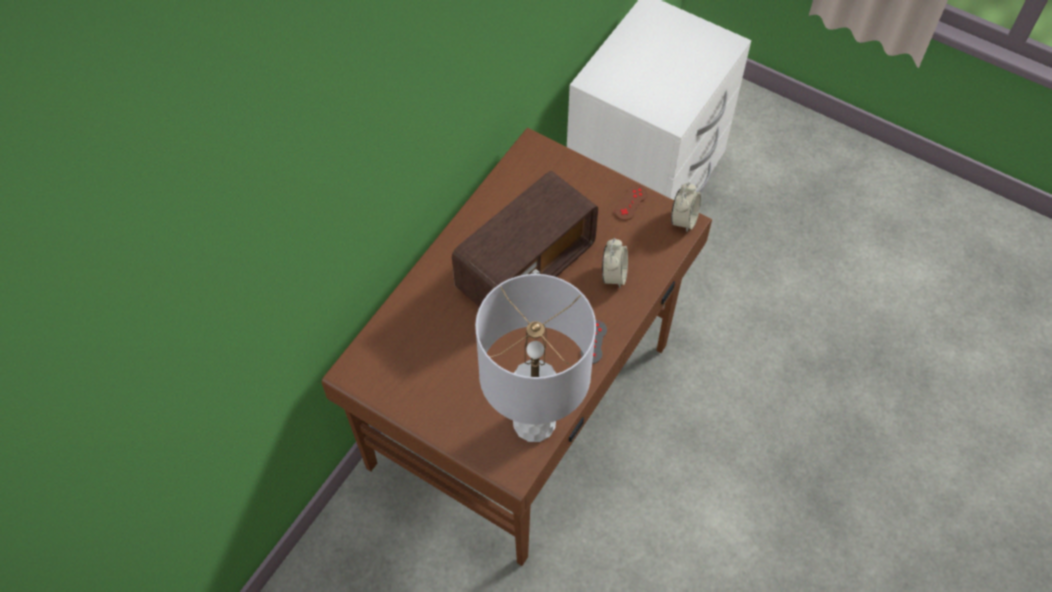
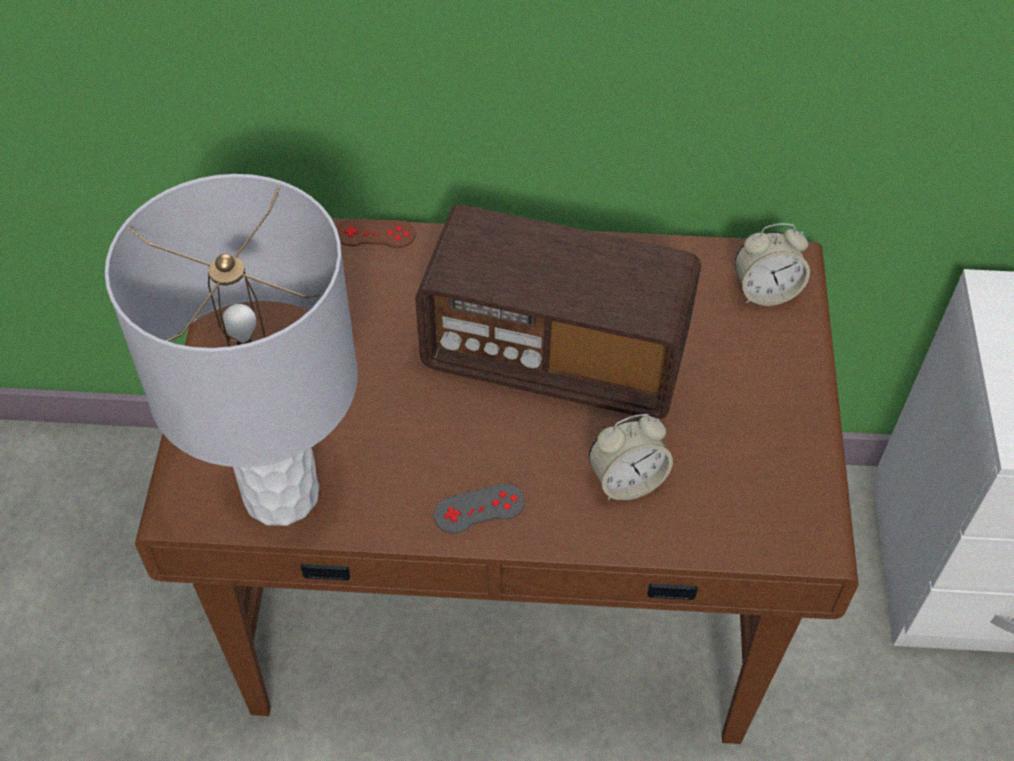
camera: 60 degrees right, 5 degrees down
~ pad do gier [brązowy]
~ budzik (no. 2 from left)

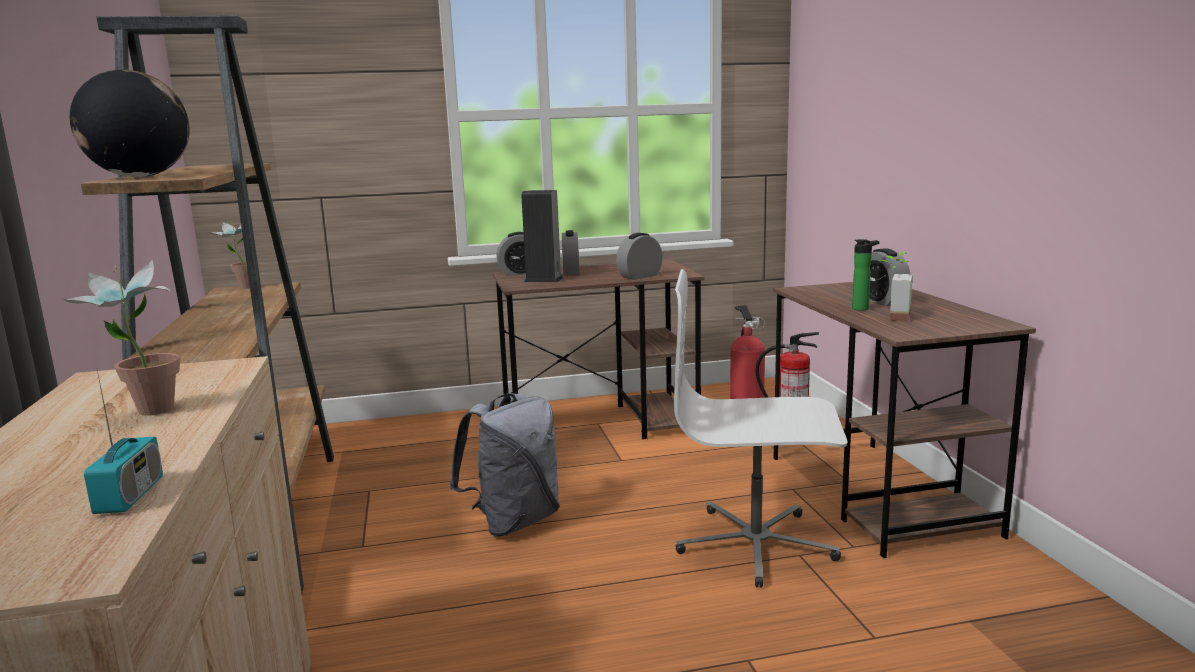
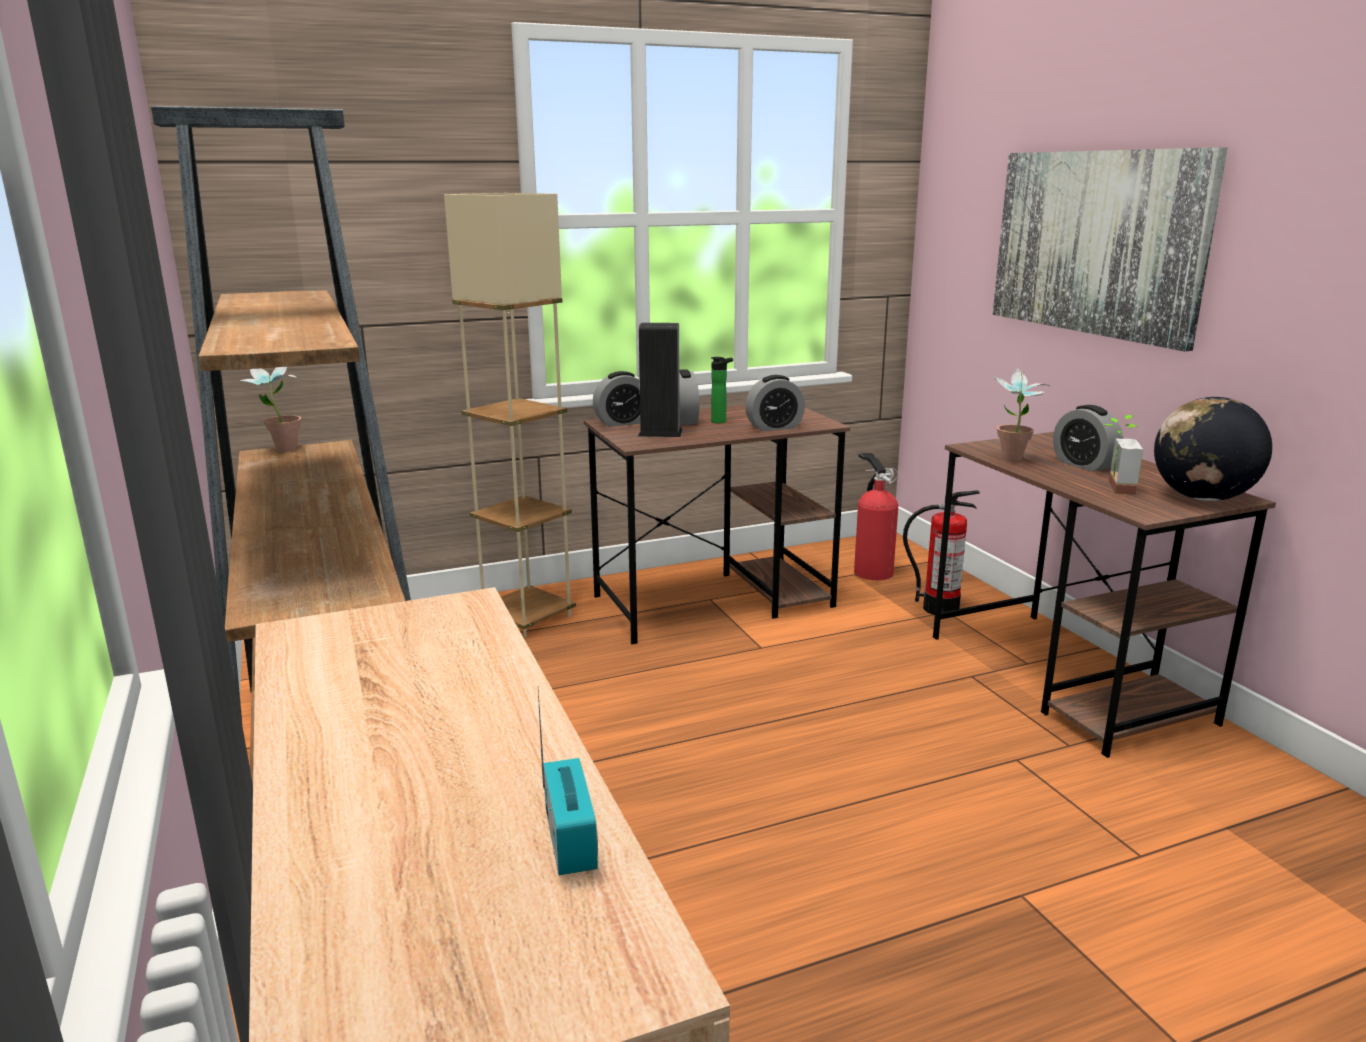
camera: 10 degrees left, 5 degrees up
+ lampa stojąca [beżowy]
~ butelka
~ budzik (no. 3 from left) 150 degrees counterclockwise
+ obraz
~ roślina doniczkowa (no. 1 from left in the first image) to roślina doniczkowa (no. 2 from left)
~ globus
- plecak [szary]
- krzesło biurowe [biały]

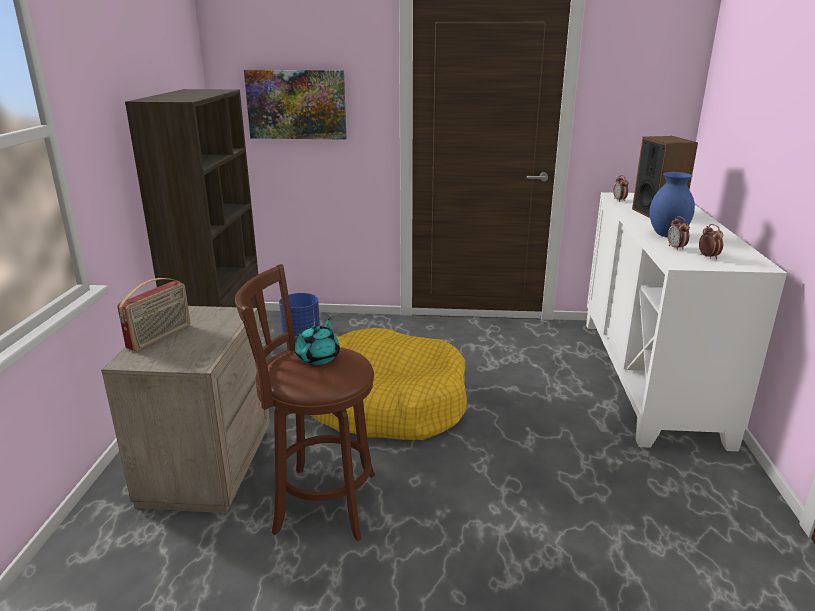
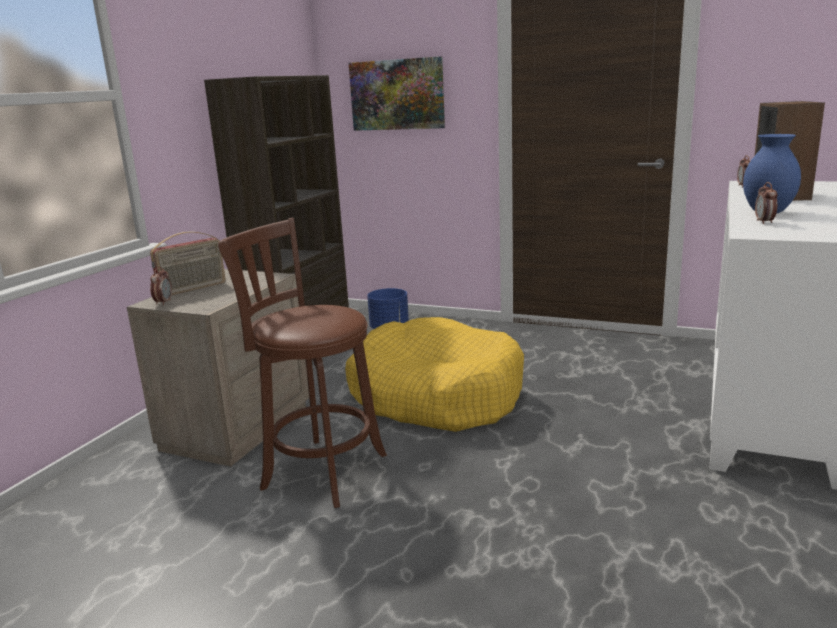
camera: 20 degrees right, 5 degrees down
~ budzik (no. 3 from left in the first image) to budzik (no. 1 from left)
- imbryk [turkusowy]

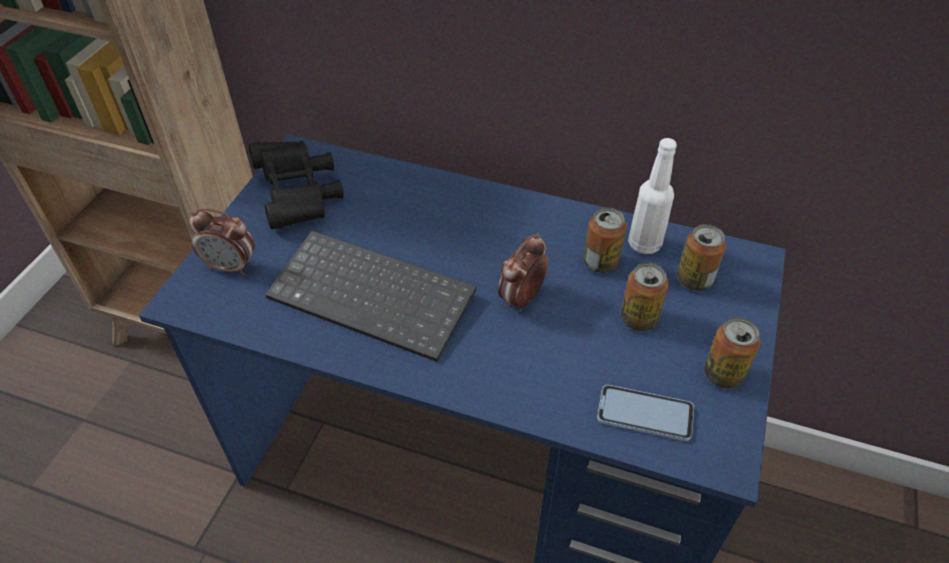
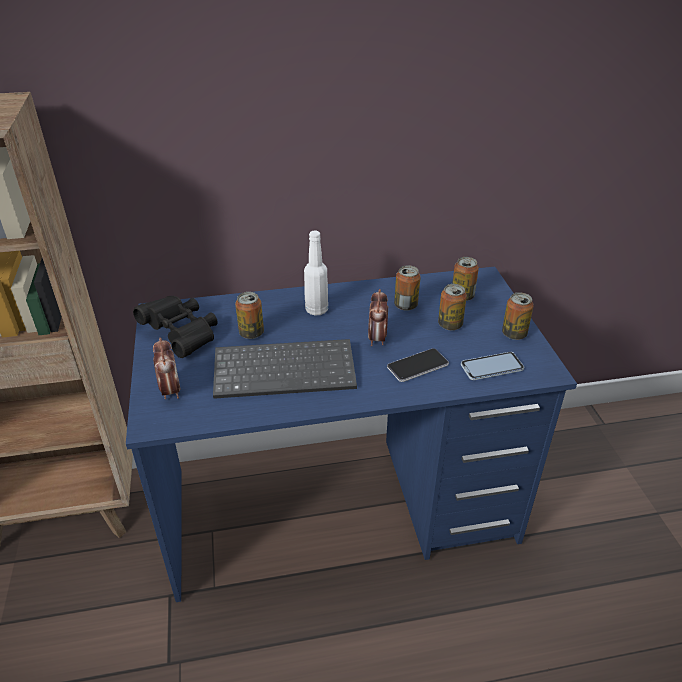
camera: 30 degrees left, 10 degrees down
~ budzik (no. 1 from left) 90 degrees counterclockwise
+ puszka (no. 1 from left)
~ butelka [biały]
+ telefon (no. 1 from left)

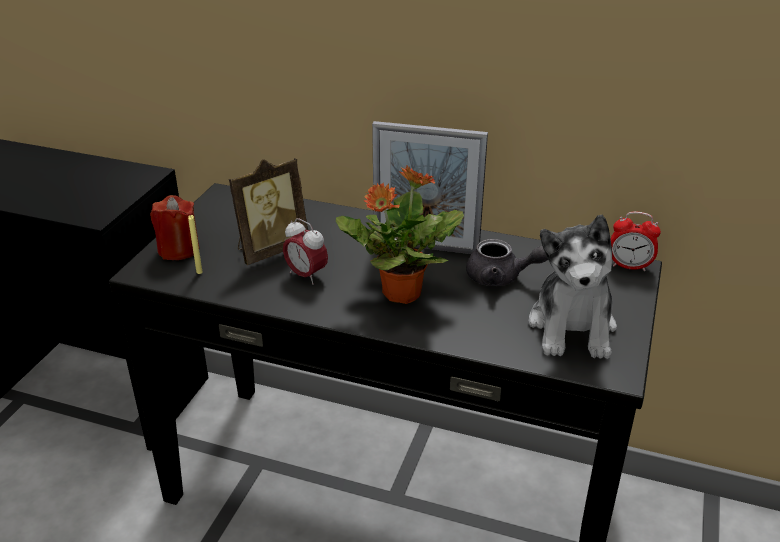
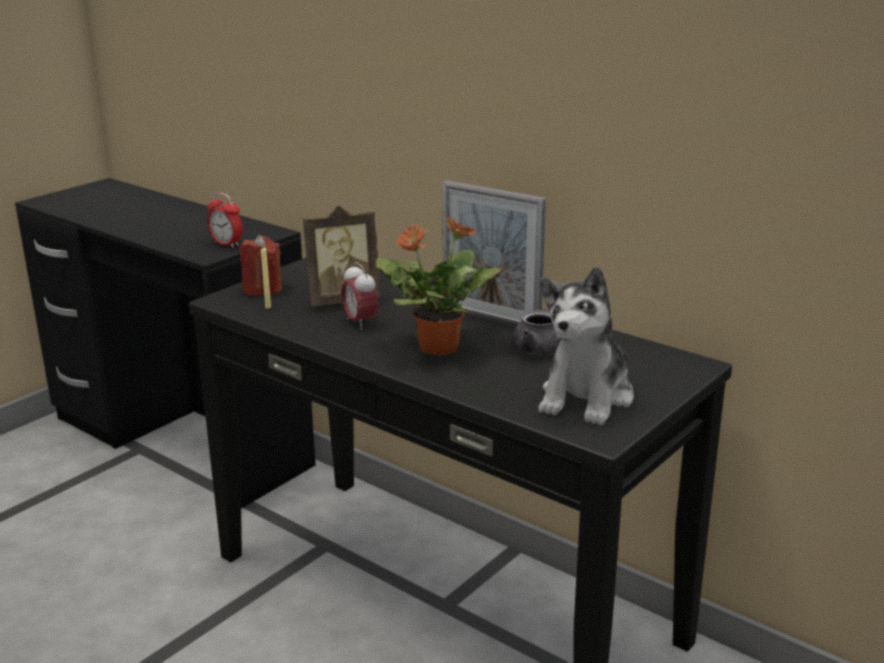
camera: 20 degrees right, 10 degrees down
~ budzik (no. 2 from left in the first image) to budzik (no. 1 from left)

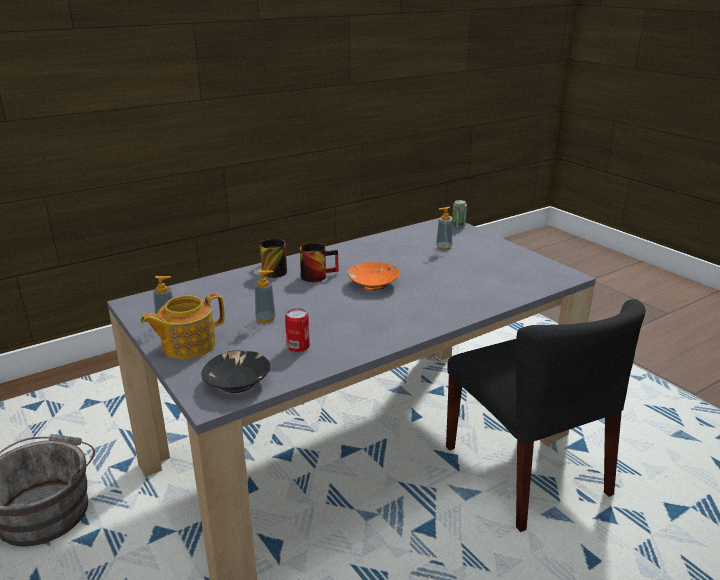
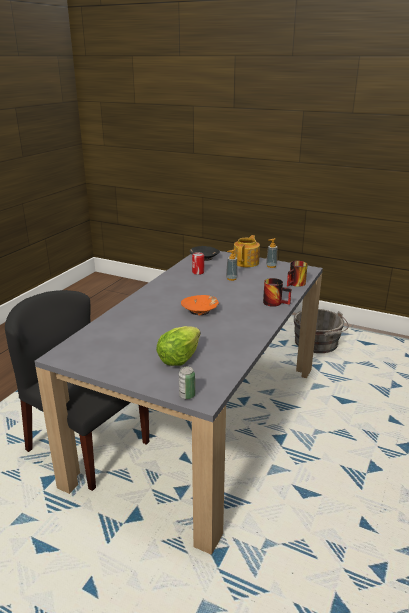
camera: 150 degrees right, 0 degrees up
~ dozownik mydła (no. 3 from left) to sałata
~ kubek (no. 2 from left)

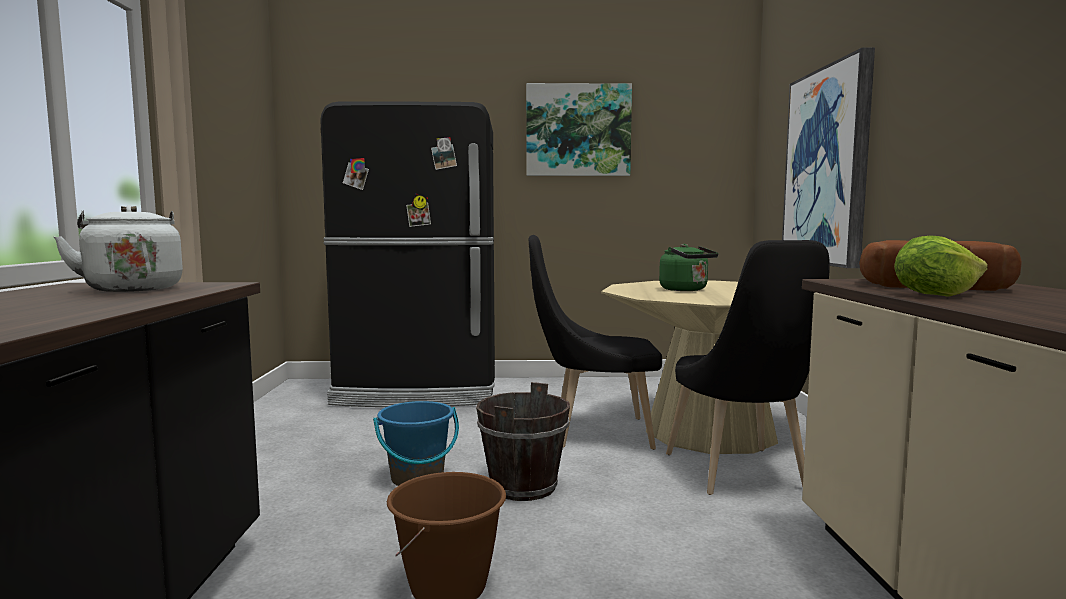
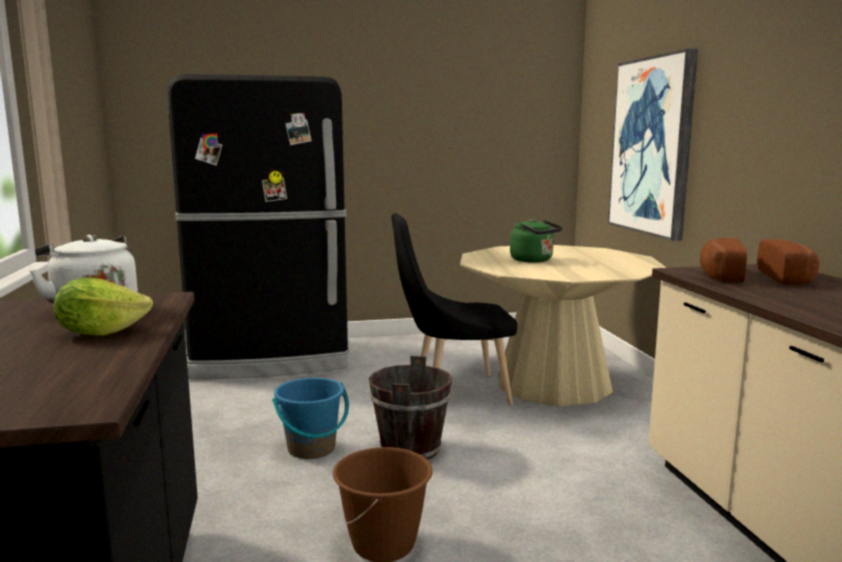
camera: 10 degrees left, 5 degrees up
~ sałata
- obraz (no. 1 from left)
- krzesło [czarny] (no. 2 from left)

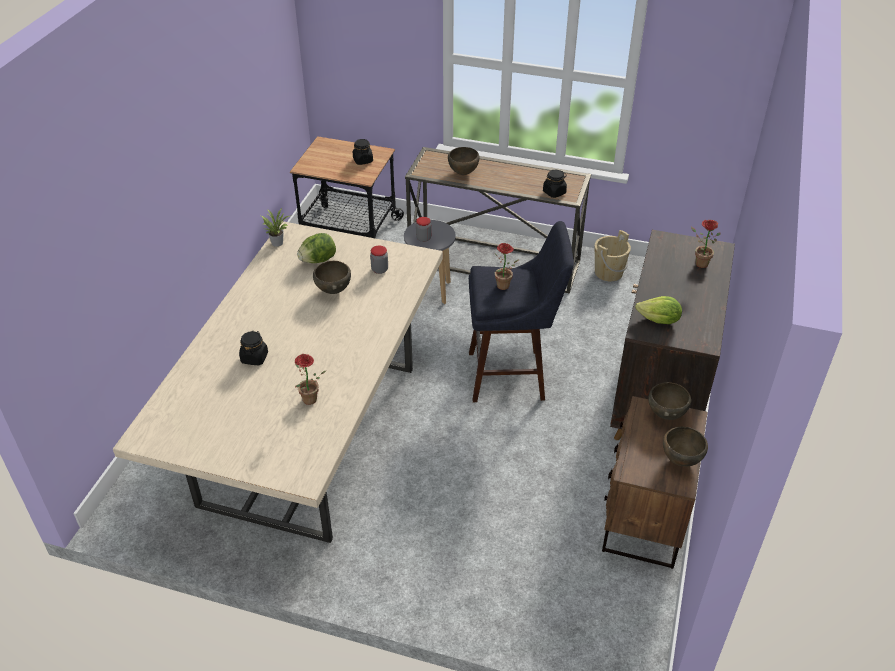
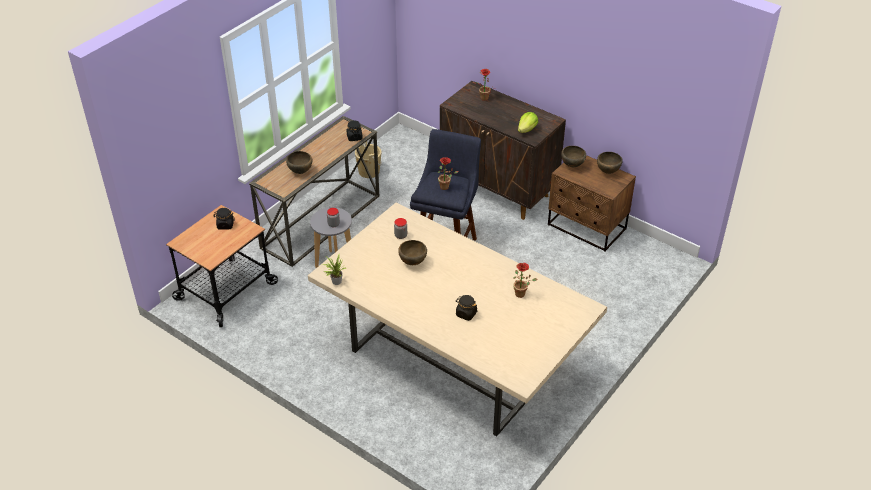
camera: 70 degrees left, 0 degrees up
- sałata (no. 1 from left)

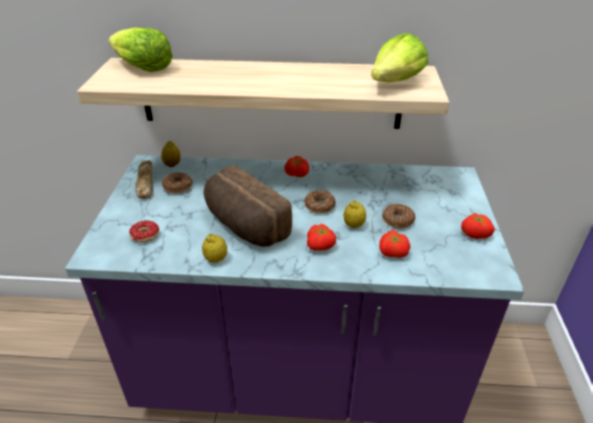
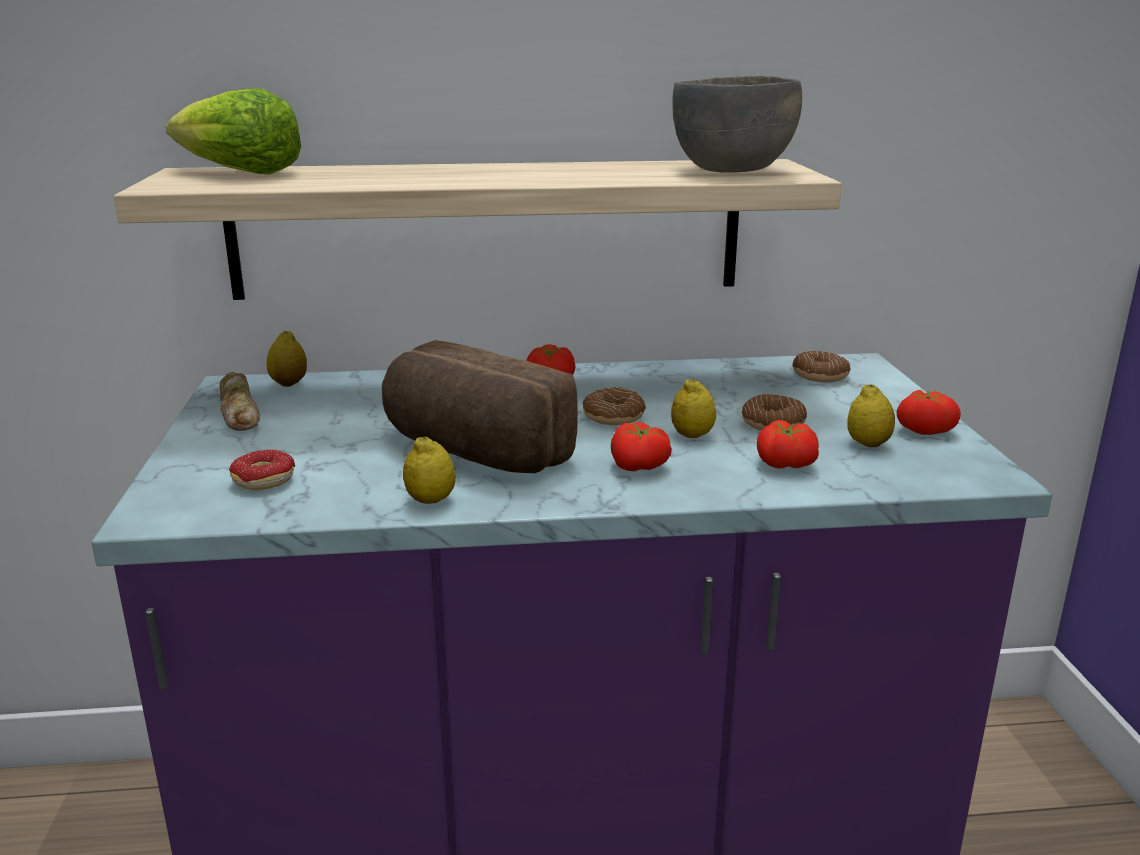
camera: 10 degrees left, 15 degrees down
~ sałata (no. 2 from left) to miska [szary]
~ donut (no. 2 from left in the first image) to donut (no. 4 from left)
+ cytryna (no. 4 from left)

